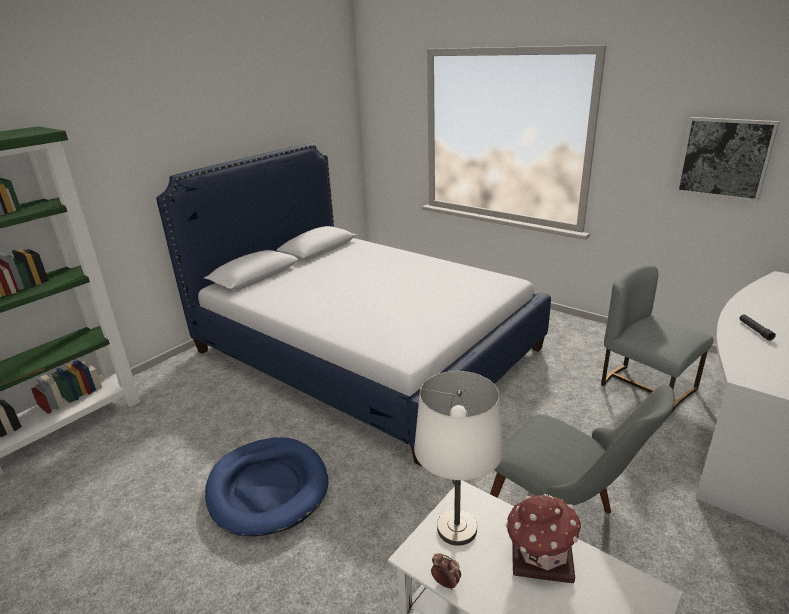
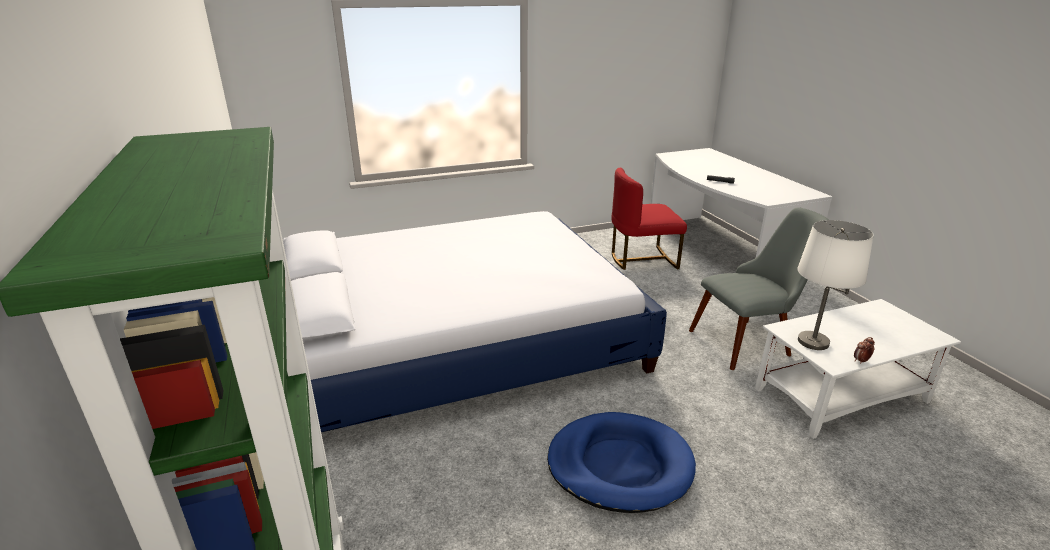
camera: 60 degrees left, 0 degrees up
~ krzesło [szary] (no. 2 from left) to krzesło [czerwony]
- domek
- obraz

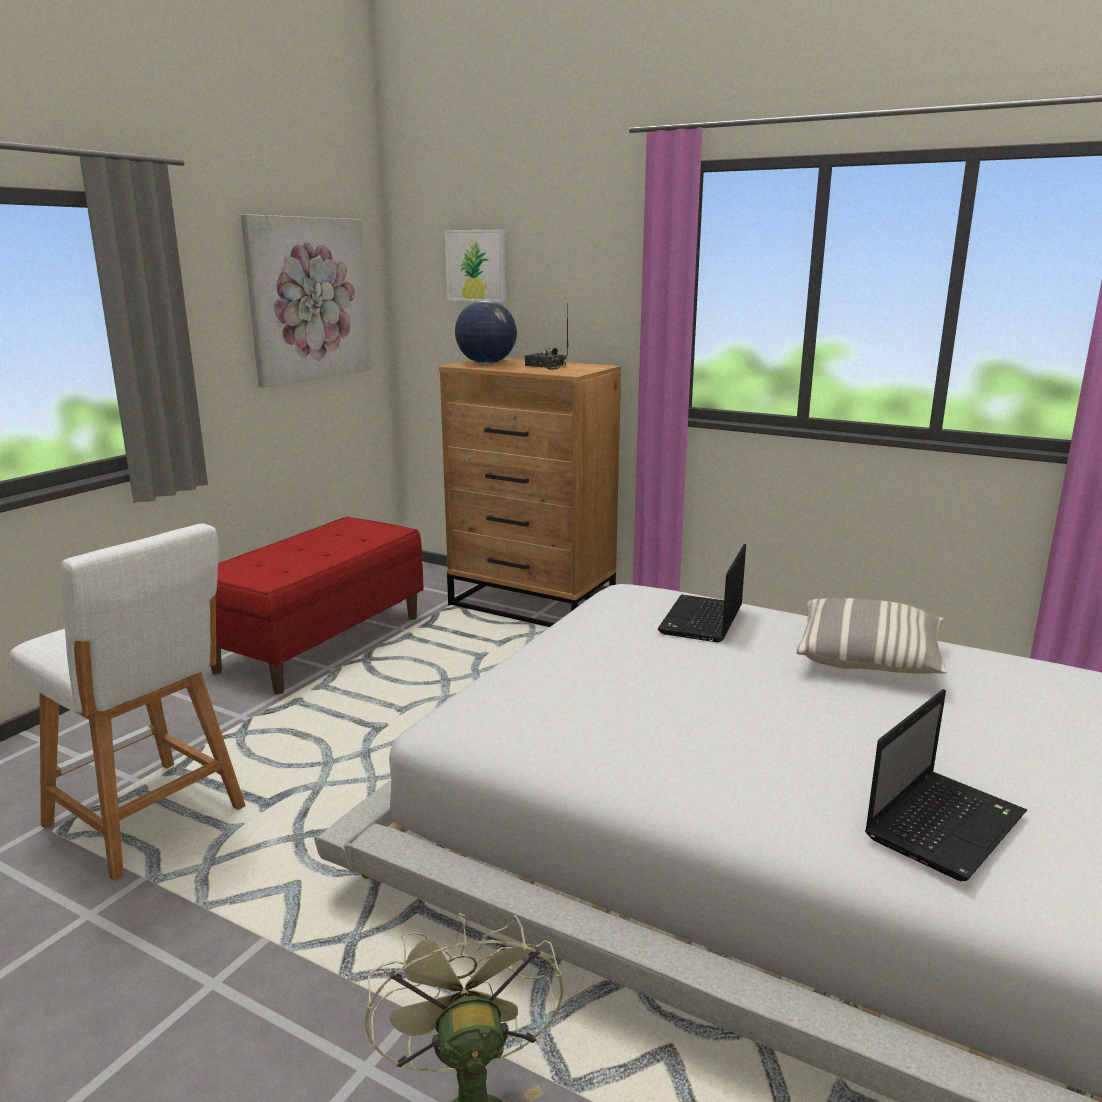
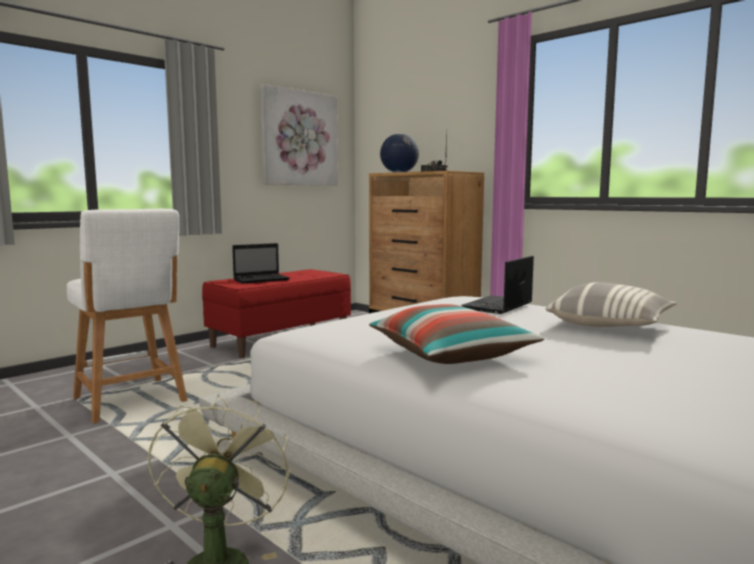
camera: 15 degrees right, 10 degrees down
~ laptop (no. 2 from left in the first image) to laptop (no. 1 from left)
+ poduszka (no. 1 from left)
- obraz (no. 2 from left)

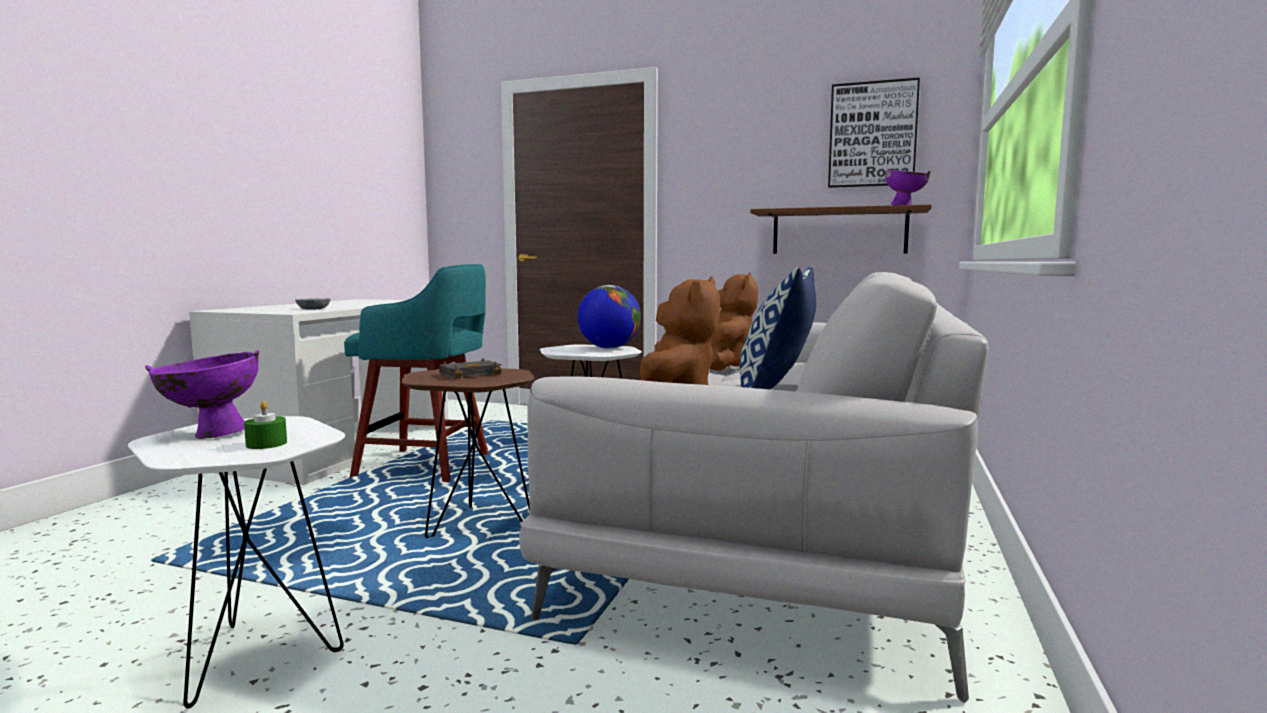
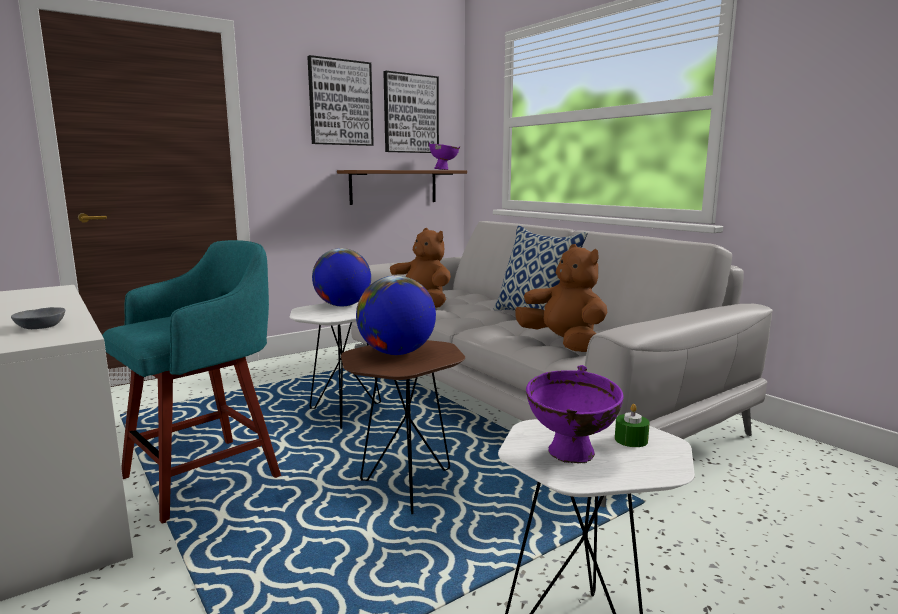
camera: 55 degrees left, 5 degrees up
+ obraz (no. 1 from left)
~ książka [czarny] to globus (no. 2 from left)

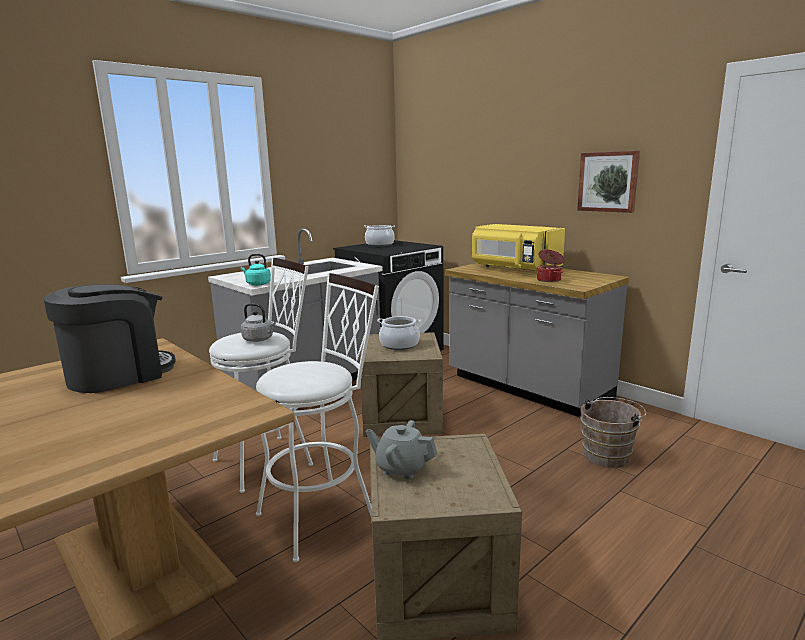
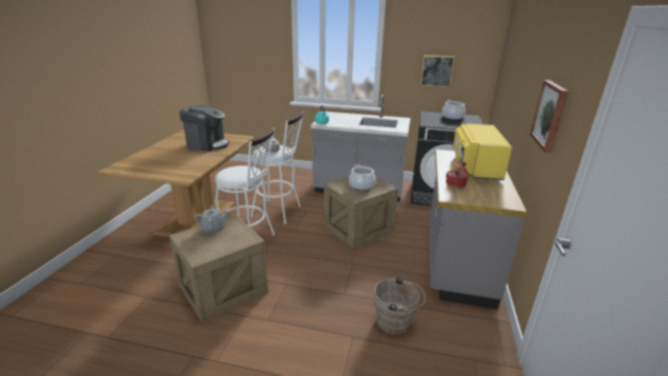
camera: 55 degrees right, 10 degrees up
+ obraz (no. 1 from left)

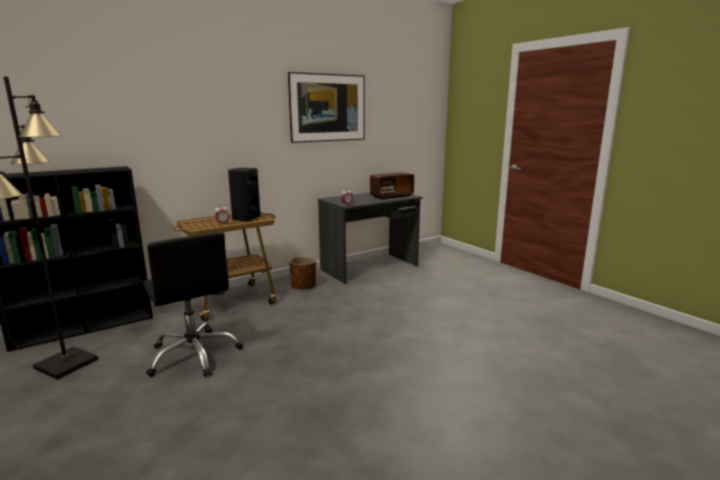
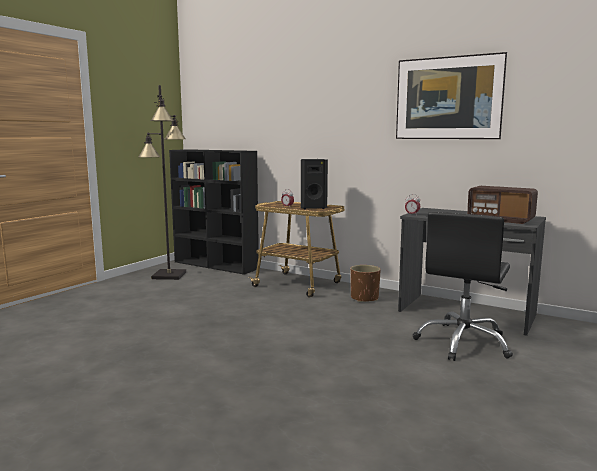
camera: 65 degrees right, 5 degrees down
~ krzesło biurowe [czarny]

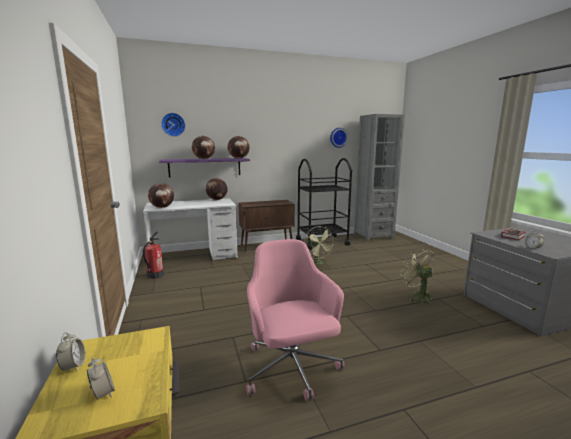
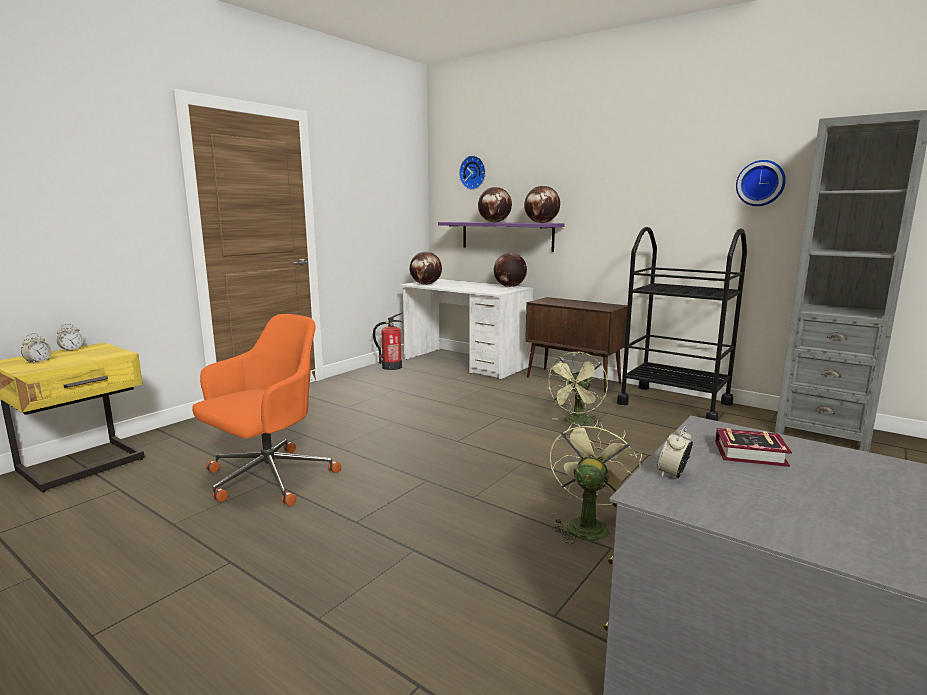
camera: 55 degrees right, 0 degrees up
~ krzesło biurowe [różowy] to krzesło biurowe [pomarańczowy]

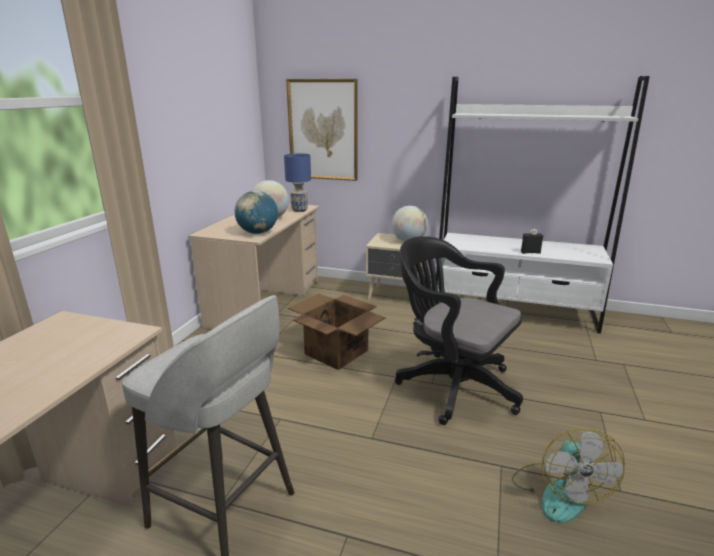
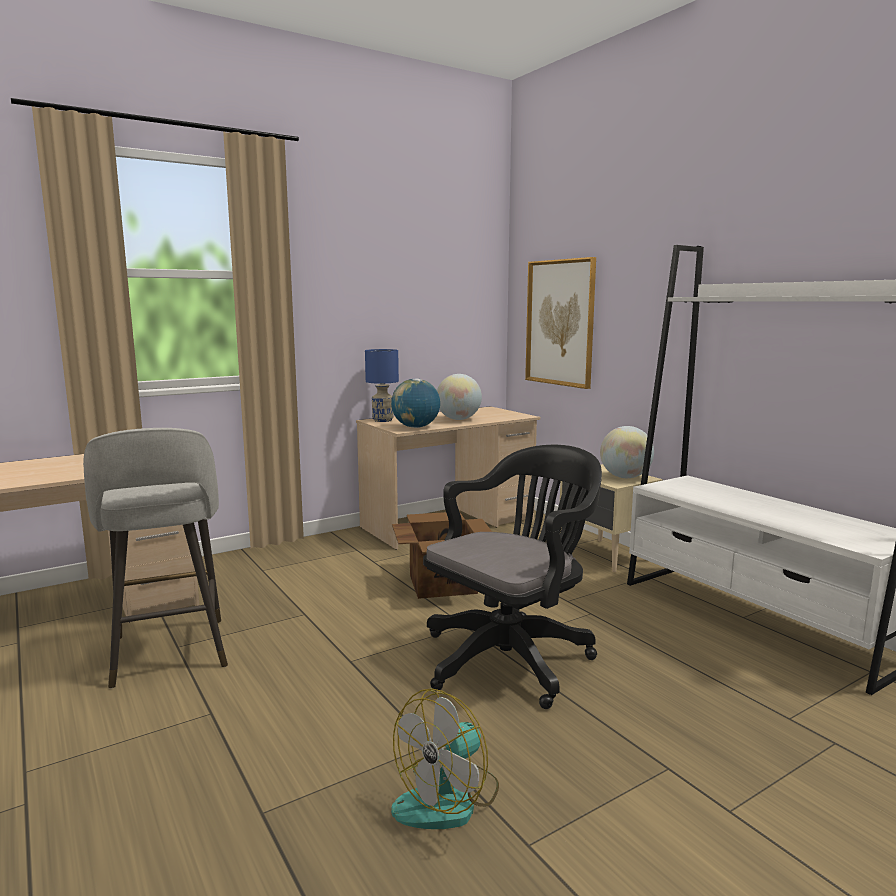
camera: 40 degrees right, 10 degrees down
~ lampa stołowa [niebieski]
~ krzesło biurowe [czarny] 60 degrees clockwise
- butelka [czarny]

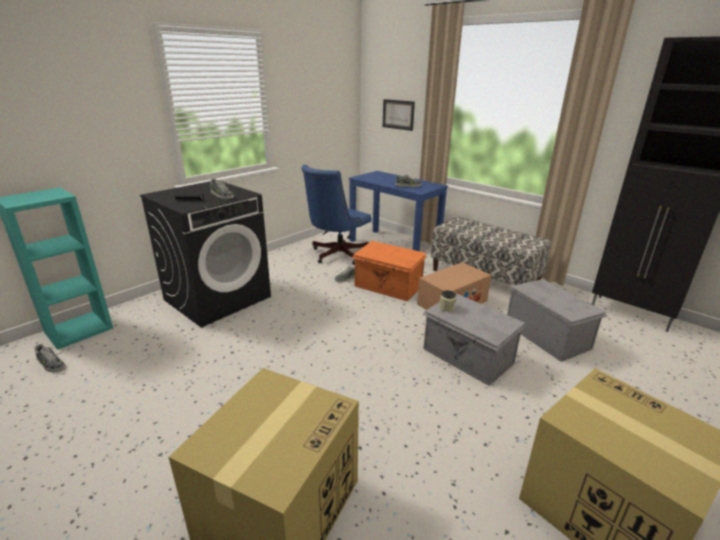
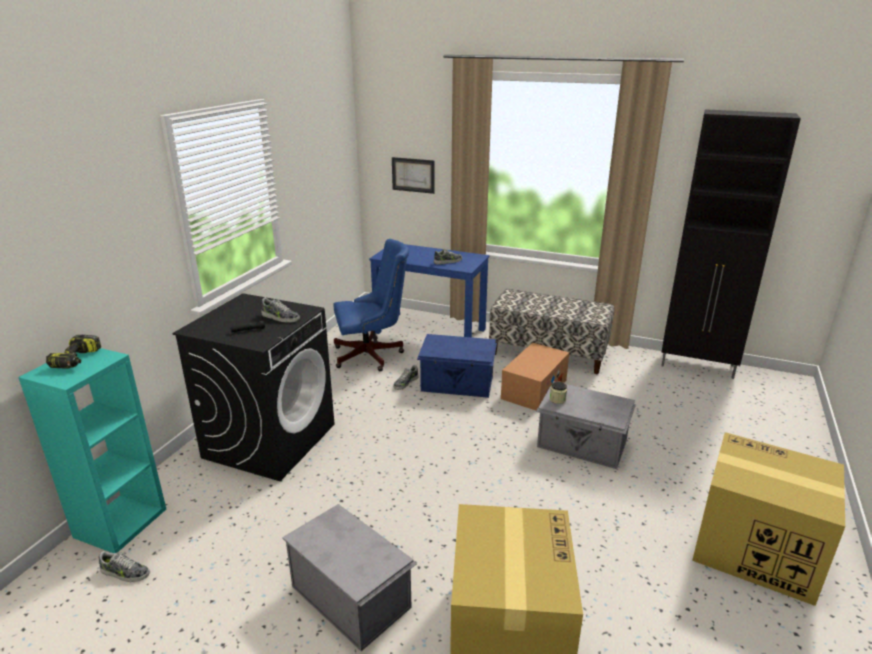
camera: 20 degrees left, 0 degrees up
+ wiertarka
~ pojemnik do przechowywania [szary] (no. 2 from left in the first image) to pojemnik do przechowywania [szary] (no. 1 from left)
~ krzesło biurowe [niebieski] 120 degrees counterclockwise
~ pojemnik do przechowywania [pomarańczowy] to pojemnik do przechowywania [niebieski]

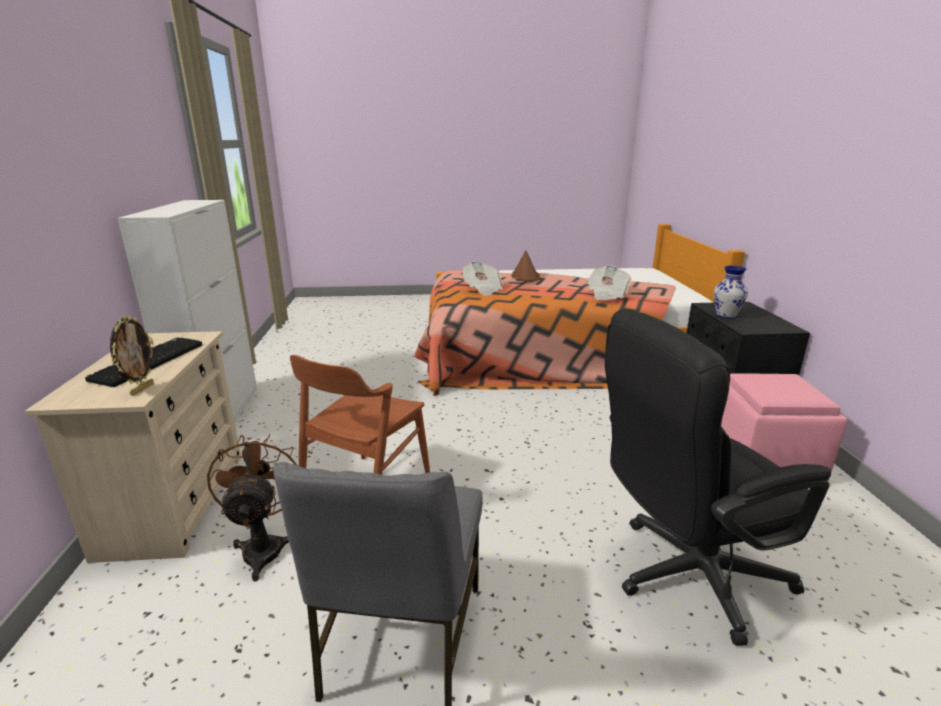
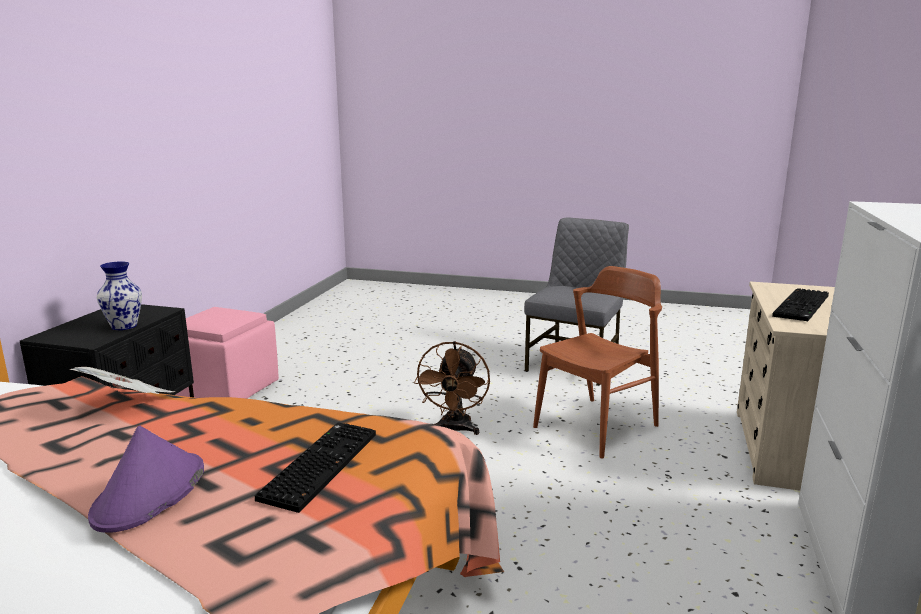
camera: 160 degrees left, 5 degrees down
~ kapelusz [brązowy] to kapelusz [fioletowy]
~ gazeta (no. 1 from left) to klawiatura (no. 1 from left)
~ wentylator [brązowy]
- ramka na zdjęcie
- krzesło biurowe [czarny]

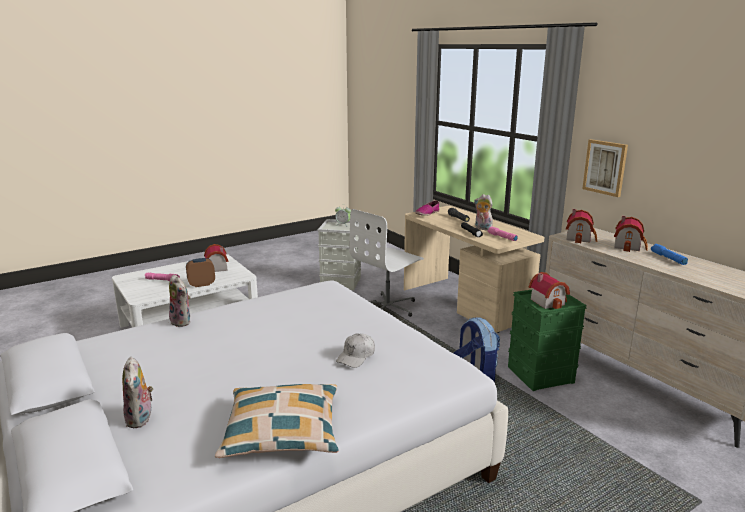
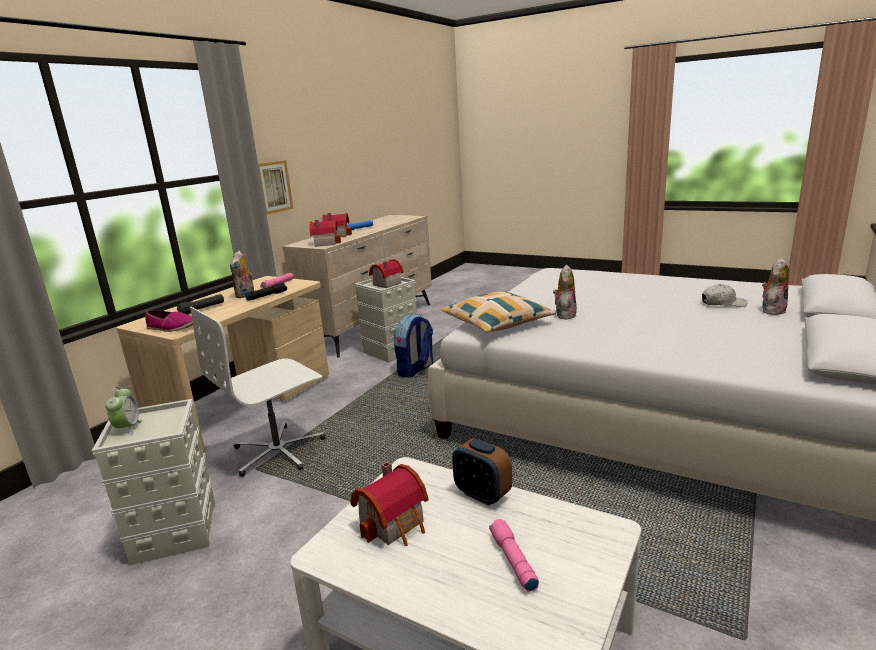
camera: 115 degrees left, 0 degrees up
~ krzesło biurowe [biały] 120 degrees clockwise
~ pojemnik do przechowywania [zielony] to pojemnik do przechowywania [szary] (no. 2 from left)
~ poduszka
~ pluszak (no. 2 from left)
~ czapka z daszkiem [biały]

